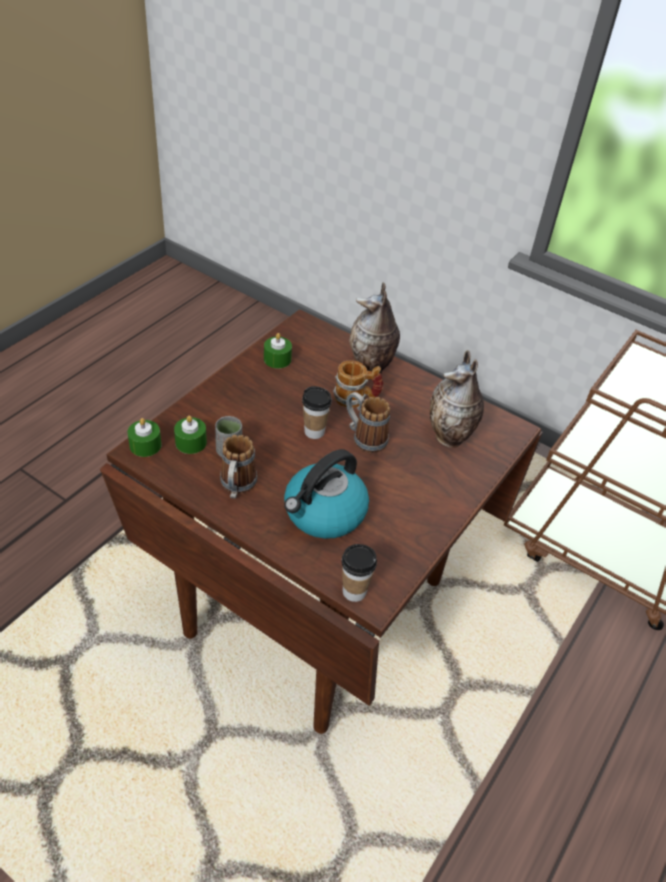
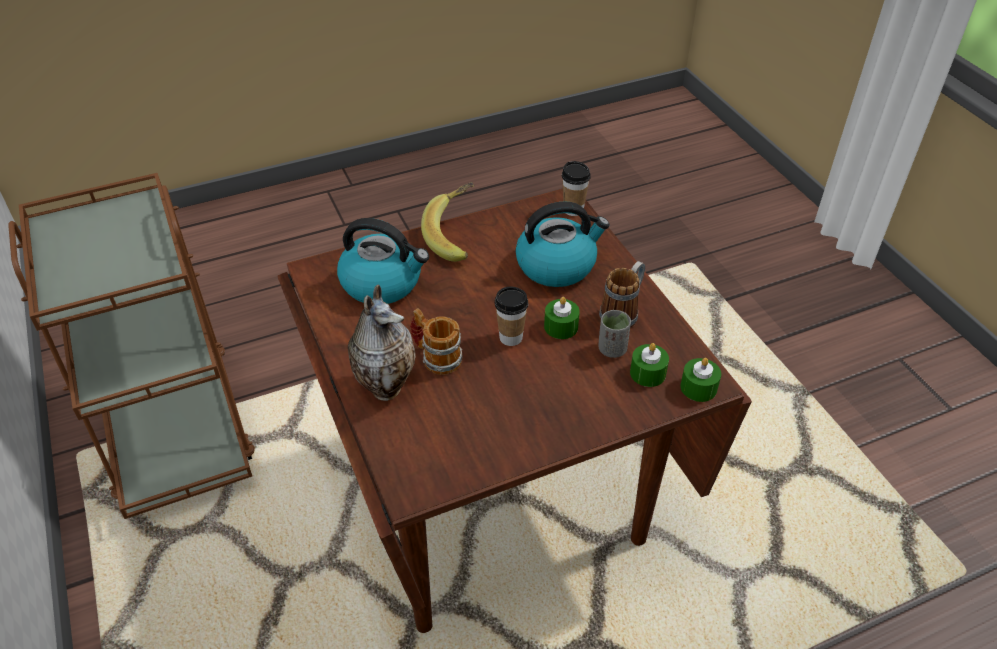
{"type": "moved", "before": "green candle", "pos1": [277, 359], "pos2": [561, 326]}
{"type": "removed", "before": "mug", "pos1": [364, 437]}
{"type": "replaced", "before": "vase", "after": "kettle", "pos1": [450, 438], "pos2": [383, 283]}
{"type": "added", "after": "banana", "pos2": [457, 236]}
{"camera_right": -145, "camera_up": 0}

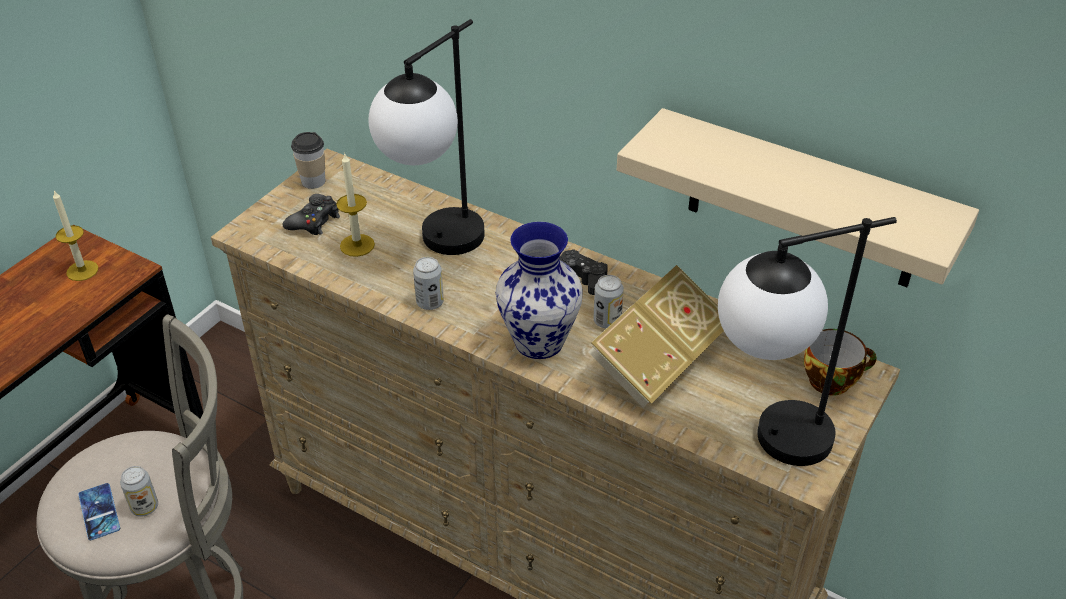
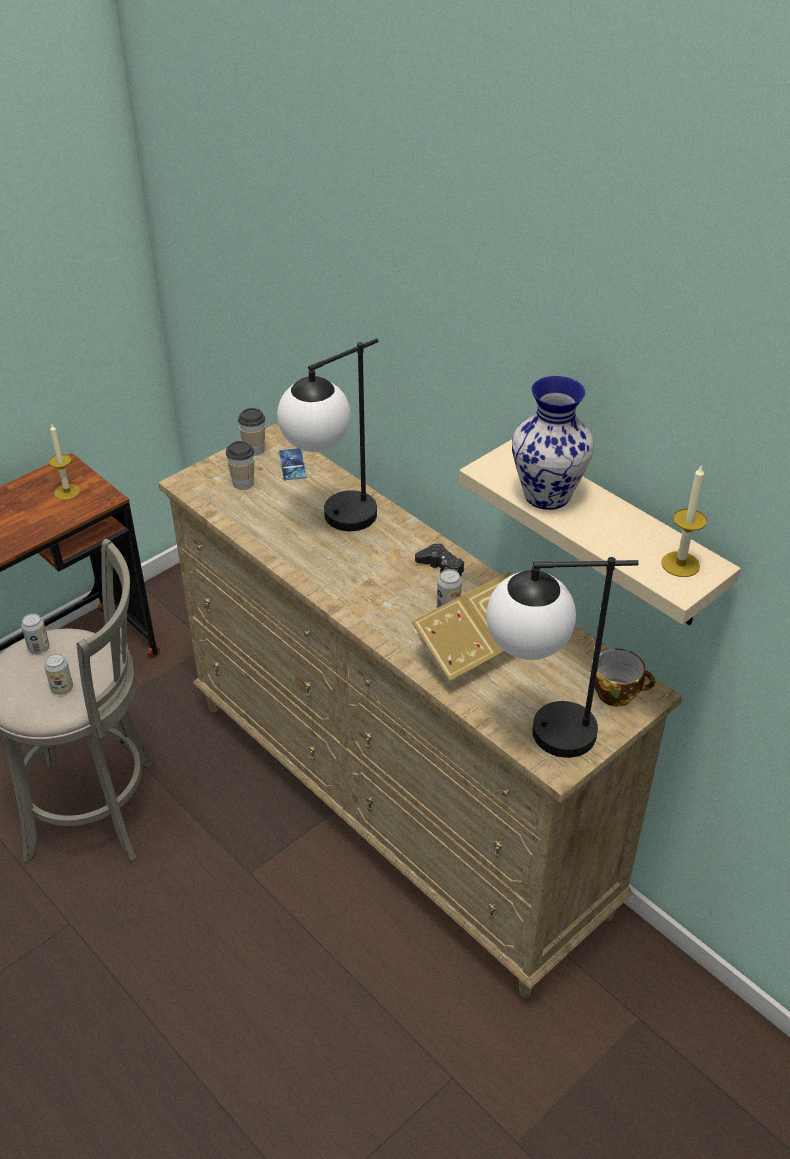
{"type": "moved", "before": "phone", "pos1": [99, 512], "pos2": [292, 464]}
{"type": "replaced", "before": "black game controller", "after": "cup", "pos1": [314, 221], "pos2": [243, 483]}
{"type": "moved", "before": "candle", "pos1": [357, 245], "pos2": [680, 564]}
{"type": "moved", "before": "can", "pos1": [430, 303], "pos2": [39, 648]}
{"type": "moved", "before": "vase", "pos1": [540, 343], "pos2": [548, 496]}
{"camera_right": 15, "camera_up": 0}

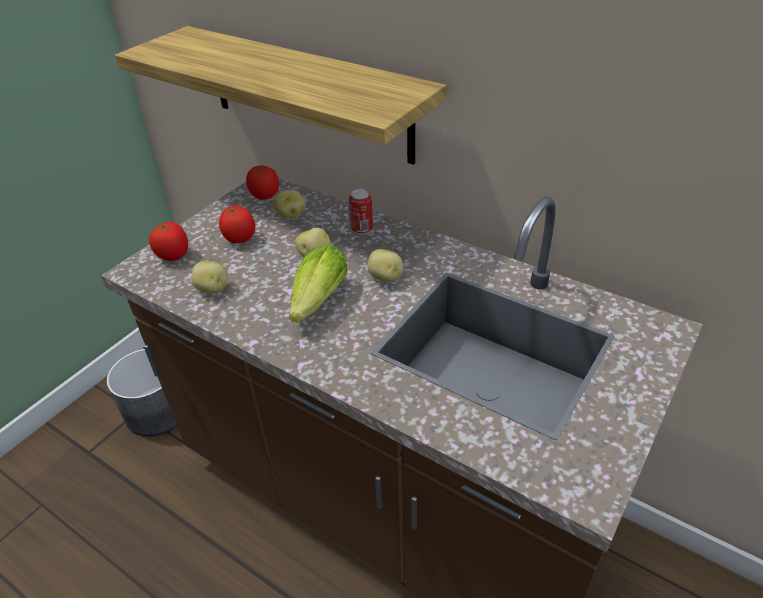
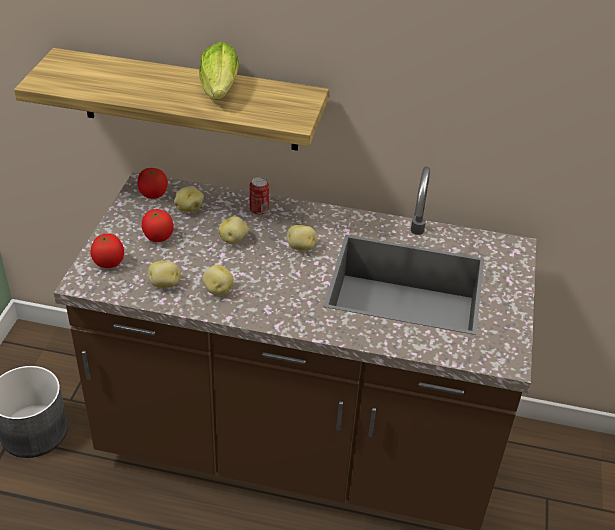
{"type": "moved", "before": "lettuce", "pos1": [316, 304], "pos2": [219, 92]}
{"type": "added", "after": "potato", "pos2": [217, 290]}
{"camera_right": -25, "camera_up": 0}

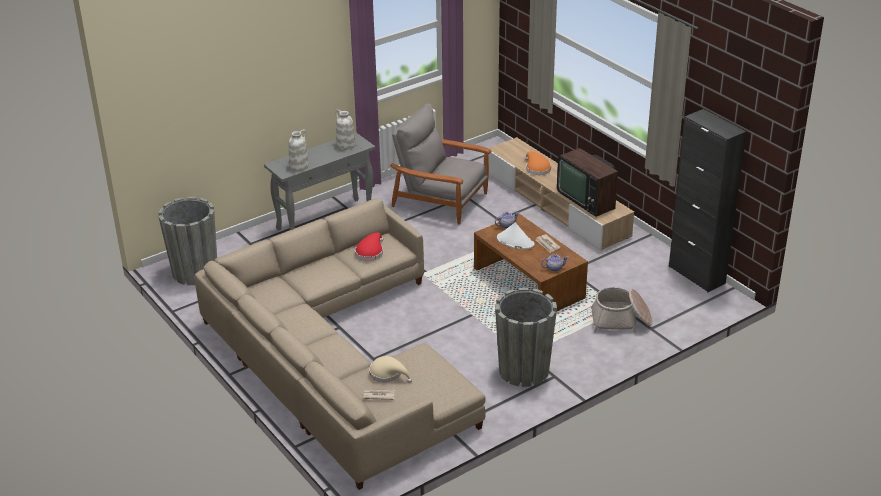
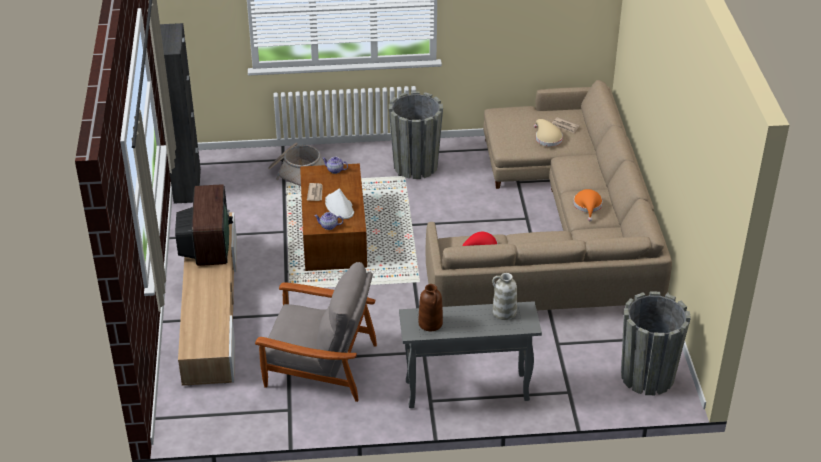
{"type": "recoloured", "before": "white vase", "after": "brown vase", "pos1": [345, 145], "pos2": [431, 323]}
{"type": "turned", "before": "grey armchair", "pos1": [441, 200], "pos2": [319, 365], "turn": -45}
{"type": "moved", "before": "orange hat", "pos1": [537, 168], "pos2": [588, 206]}
{"camera_right": -150, "camera_up": 5}

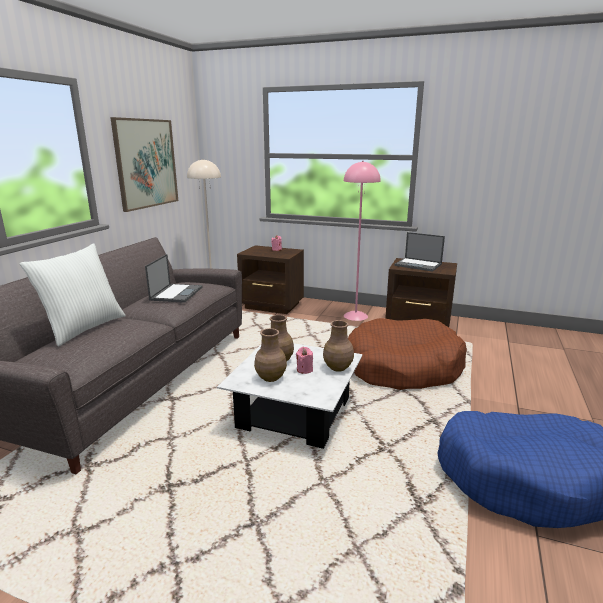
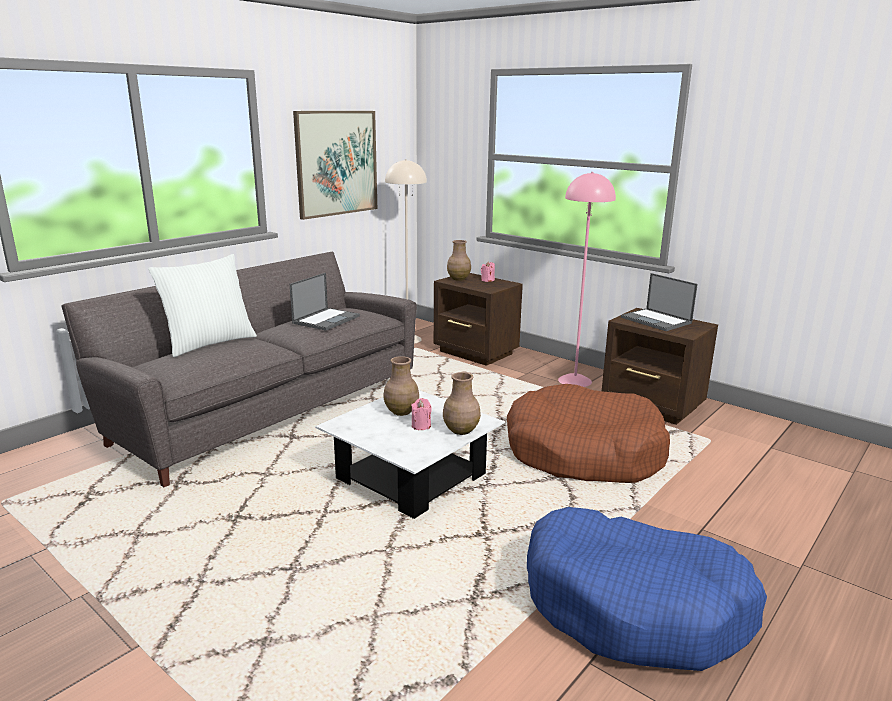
{"type": "moved", "before": "brown vase", "pos1": [270, 377], "pos2": [458, 279]}
{"camera_right": 20, "camera_up": 0}

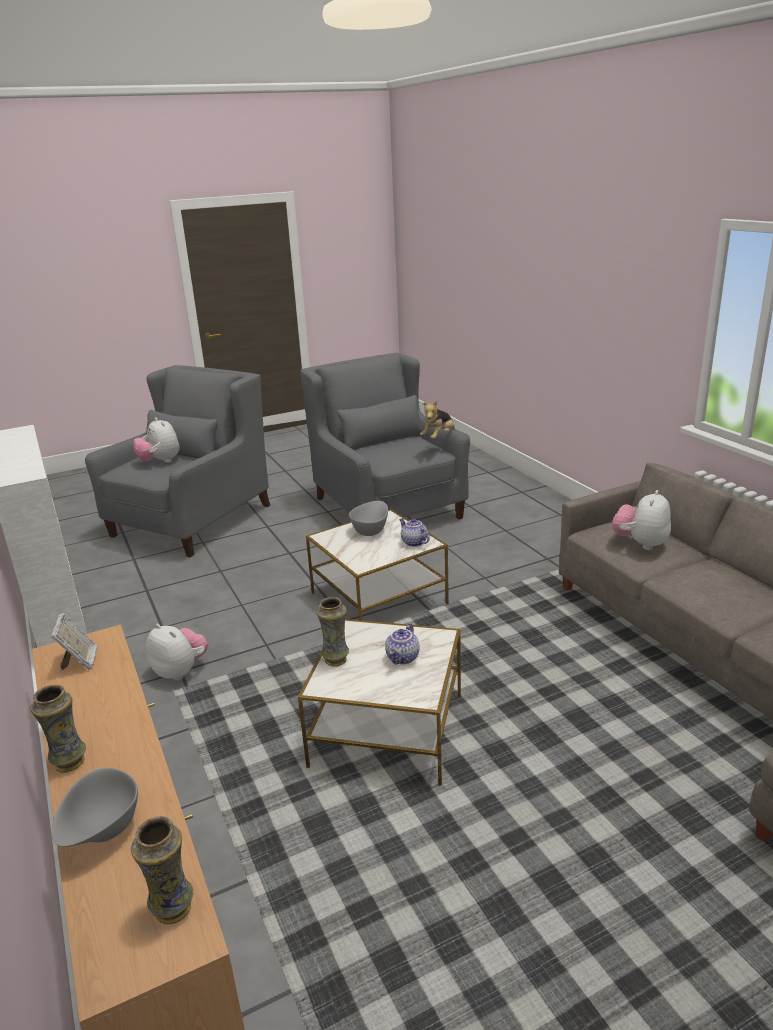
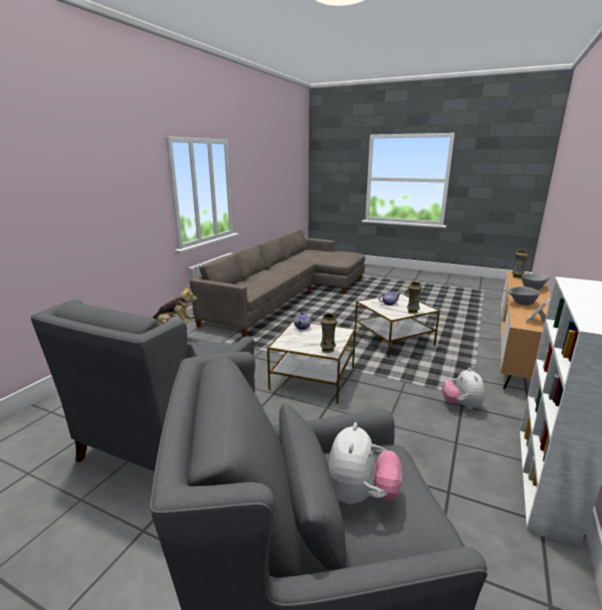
{"type": "moved", "before": "vase", "pos1": [69, 762], "pos2": [328, 350]}
{"type": "moved", "before": "grey bowl", "pos1": [371, 530], "pos2": [520, 303]}
{"type": "removed", "before": "plush toy", "pos1": [640, 544]}
{"camera_right": -130, "camera_up": -5}

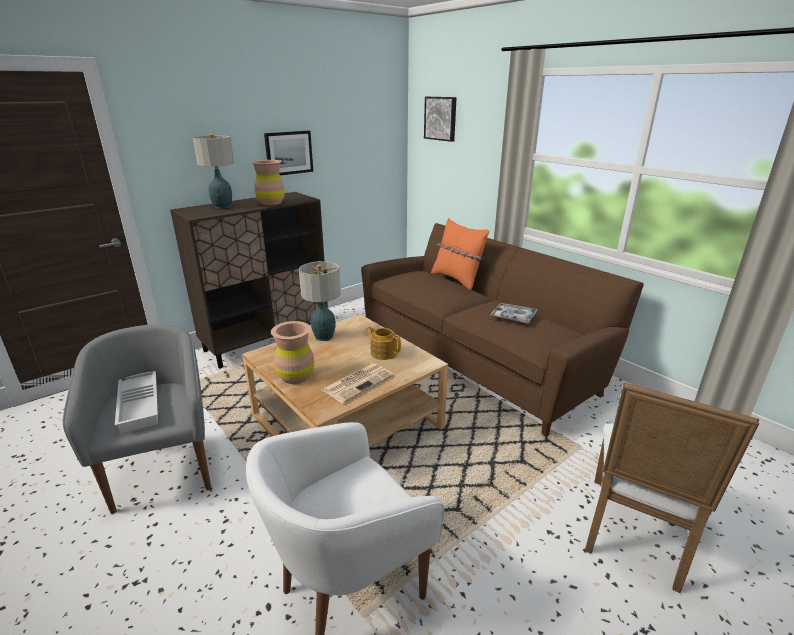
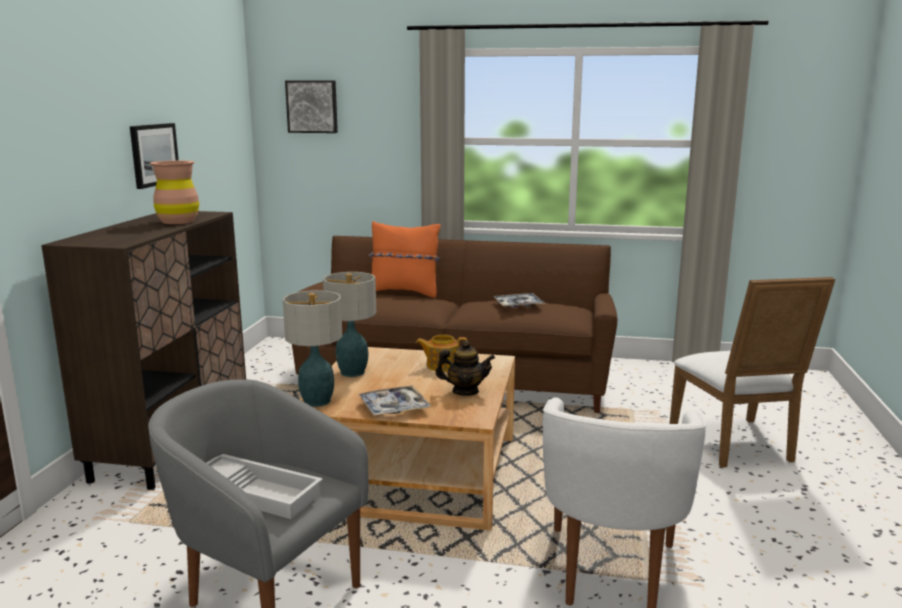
{"type": "moved", "before": "table lamp", "pos1": [222, 207], "pos2": [317, 401]}
{"type": "replaced", "before": "brown vase", "after": "tray", "pos1": [296, 376], "pos2": [393, 408]}
{"type": "replaced", "before": "newspaper", "after": "teapot", "pos1": [358, 382], "pos2": [465, 391]}
{"camera_right": -40, "camera_up": -10}

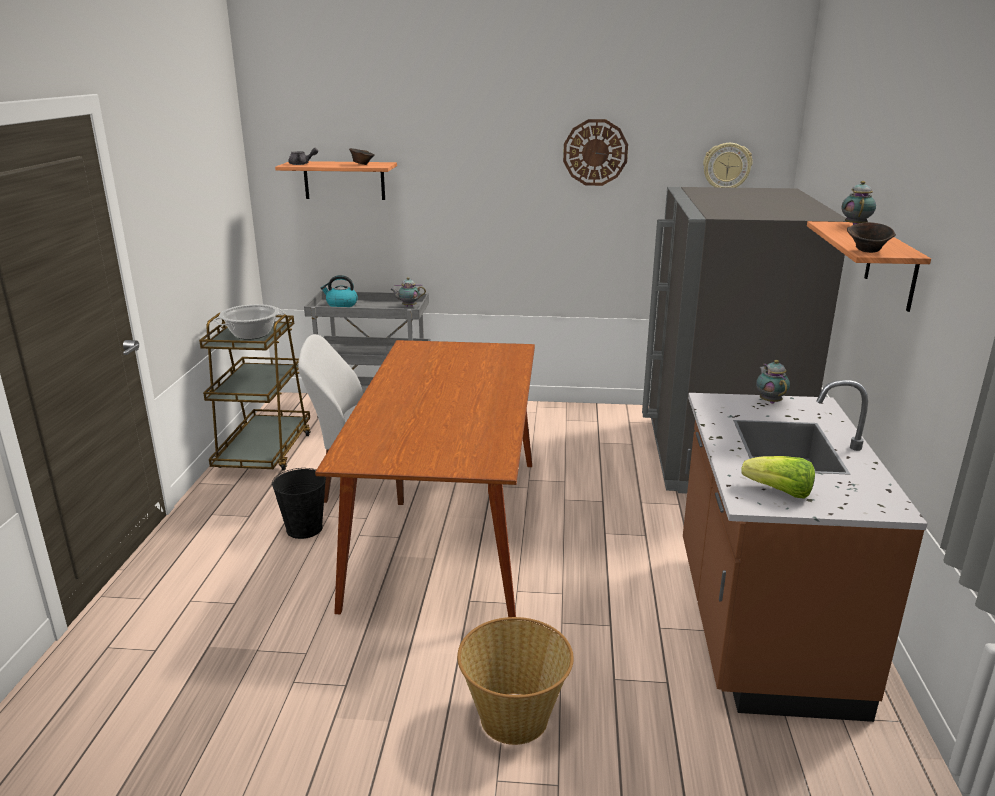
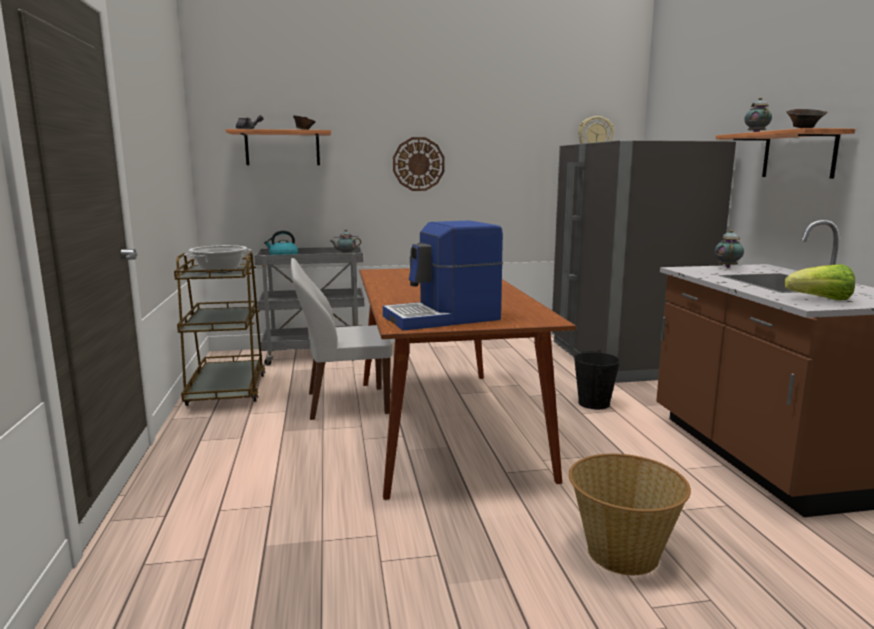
{"type": "moved", "before": "black bucket", "pos1": [304, 529], "pos2": [594, 403]}
{"type": "moved", "before": "wall clock", "pos1": [595, 152], "pos2": [418, 164]}
{"type": "turned", "before": "teapot", "pos1": [769, 401], "pos2": [727, 267], "turn": 45}
{"type": "added", "after": "coffee machine", "pos2": [443, 318]}
{"camera_right": -15, "camera_up": -10}

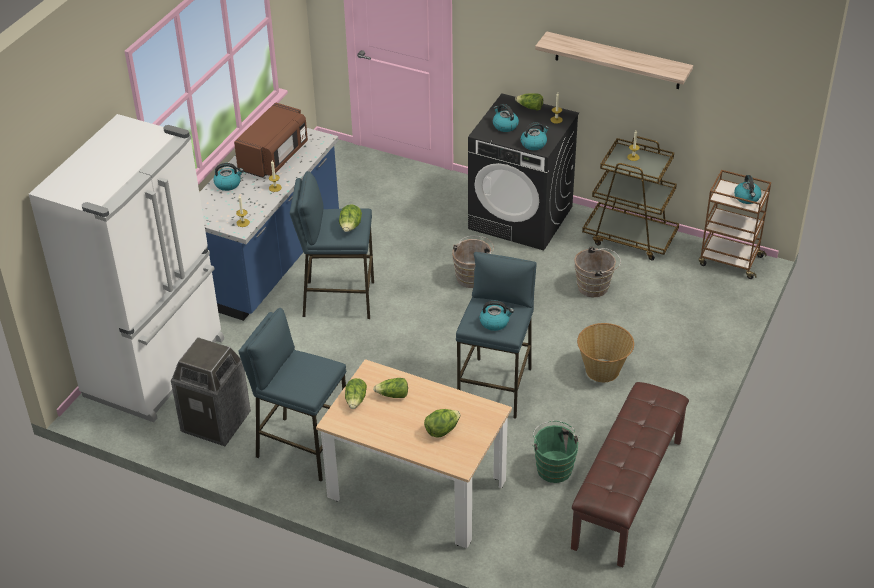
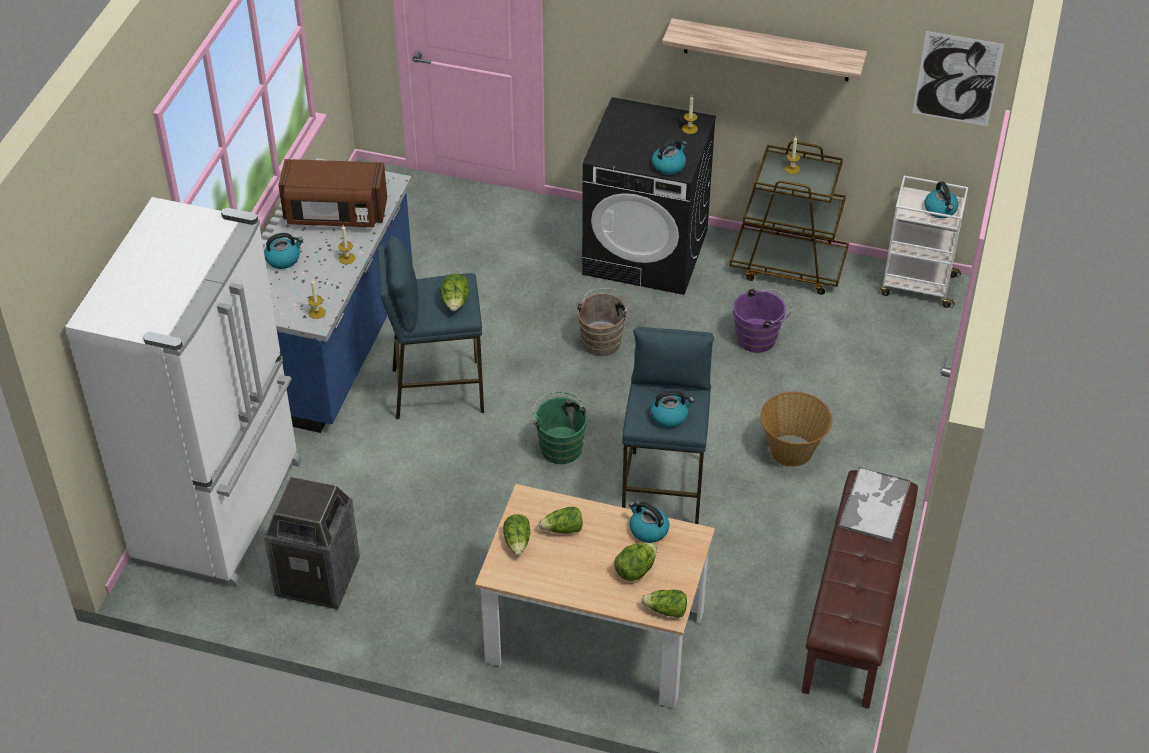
{"type": "turned", "before": "brown microwave", "pos1": [274, 157], "pos2": [335, 214], "turn": 75}
{"type": "removed", "before": "blue stool", "pos1": [302, 447]}
{"type": "moved", "before": "kettle", "pos1": [505, 126], "pos2": [648, 530]}
{"type": "moved", "before": "lettuce", "pos1": [530, 107], "pos2": [666, 610]}
{"type": "moved", "before": "green bucket", "pos1": [554, 467], "pos2": [560, 446]}
{"type": "recoloured", "before": "brown bucket", "after": "purple bucket", "pos1": [595, 287], "pos2": [759, 338]}
{"type": "recoloured", "before": "brown cart", "after": "white cart", "pos1": [729, 260], "pos2": [917, 285]}
{"type": "added", "after": "tray", "pos2": [875, 504]}
{"type": "added", "after": "picture", "pos2": [957, 79]}
{"camera_right": -10, "camera_up": 5}

